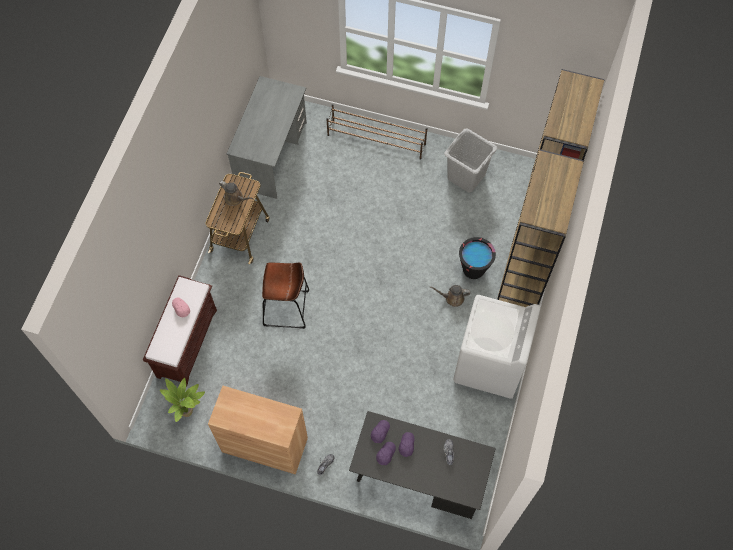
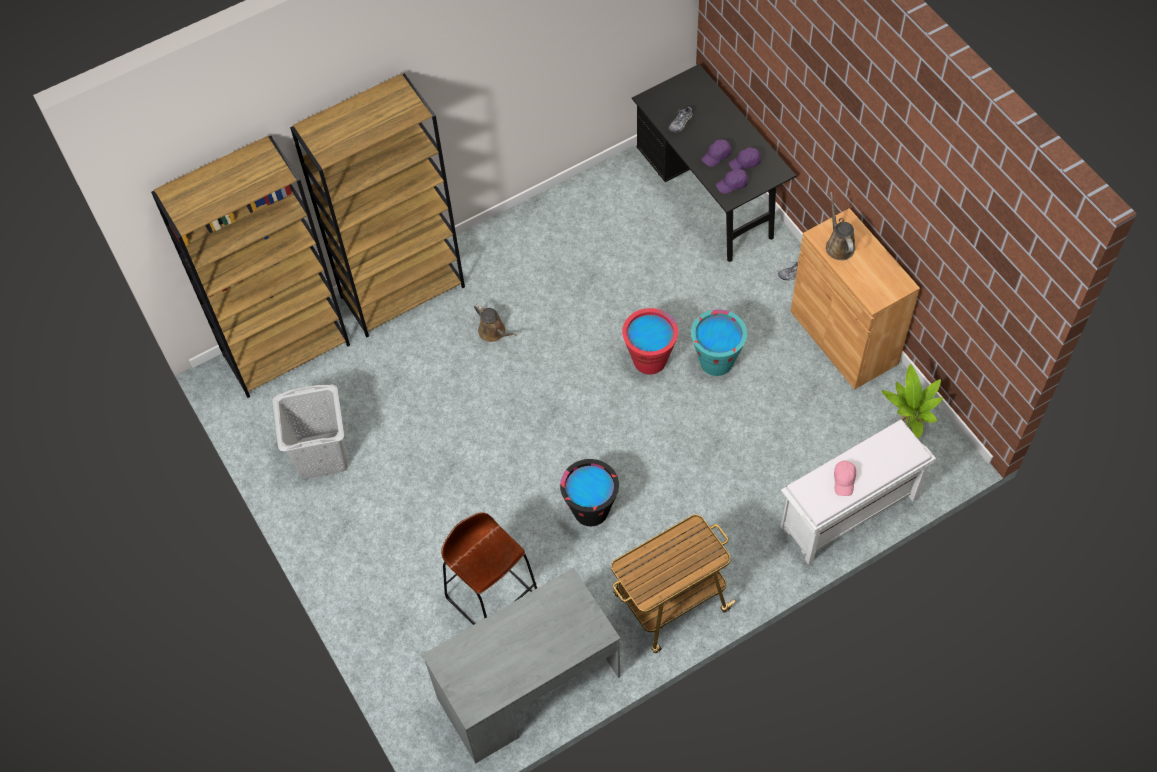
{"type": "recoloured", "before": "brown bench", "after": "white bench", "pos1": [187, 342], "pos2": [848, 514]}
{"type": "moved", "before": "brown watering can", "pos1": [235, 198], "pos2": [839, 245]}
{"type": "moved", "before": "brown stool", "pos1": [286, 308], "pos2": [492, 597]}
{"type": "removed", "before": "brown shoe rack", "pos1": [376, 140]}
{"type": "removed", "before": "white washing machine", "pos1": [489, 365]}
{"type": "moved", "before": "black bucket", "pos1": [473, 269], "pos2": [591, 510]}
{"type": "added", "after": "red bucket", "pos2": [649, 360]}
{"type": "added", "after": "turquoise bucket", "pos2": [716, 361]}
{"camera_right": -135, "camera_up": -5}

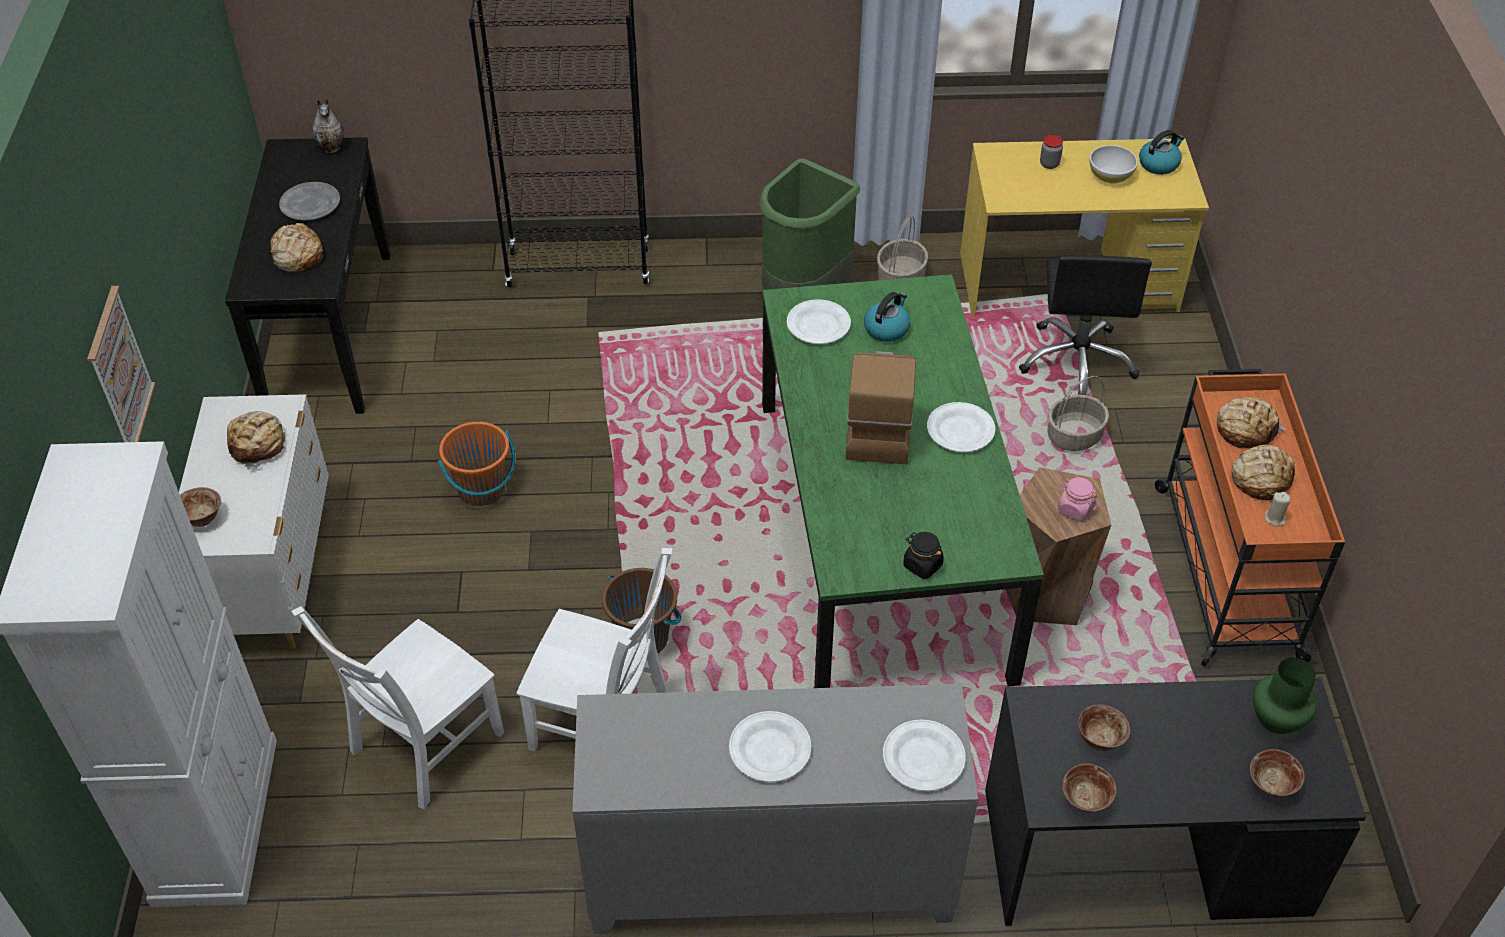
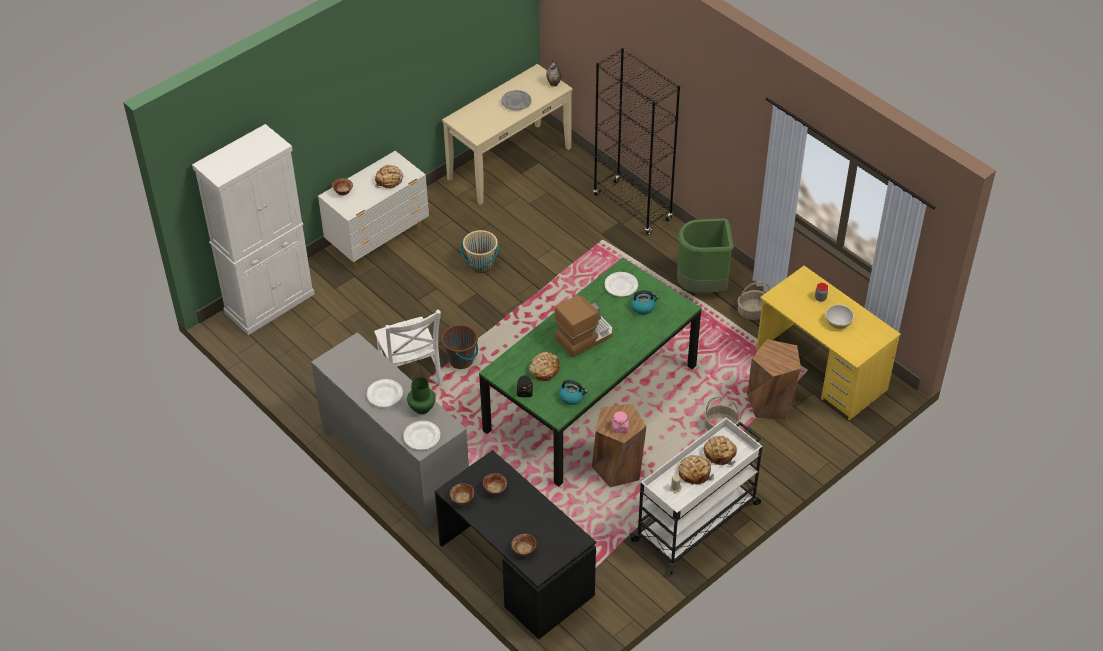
{"type": "removed", "before": "picture", "pos1": [119, 372]}
{"type": "recoloured", "before": "black console table", "after": "beige console table", "pos1": [328, 331], "pos2": [509, 163]}
{"type": "moved", "before": "bread", "pos1": [297, 255], "pos2": [544, 369]}
{"type": "removed", "before": "white chair", "pos1": [422, 746]}
{"type": "recoloured", "before": "orange bucket", "after": "beige bucket", "pos1": [482, 489], "pos2": [481, 265]}
{"type": "removed", "before": "white plate", "pos1": [960, 431]}
{"type": "replaced", "before": "black office chair", "after": "brown stool", "pos1": [1078, 362], "pos2": [770, 403]}
{"type": "moved", "before": "kettle", "pos1": [1159, 164], "pos2": [572, 397]}
{"type": "recoloured", "before": "orange cart", "after": "white cart", "pos1": [1226, 569], "pos2": [697, 521]}
{"type": "moved", "before": "green vase", "pos1": [1277, 718], "pos2": [422, 408]}
{"camera_right": 50, "camera_up": 0}

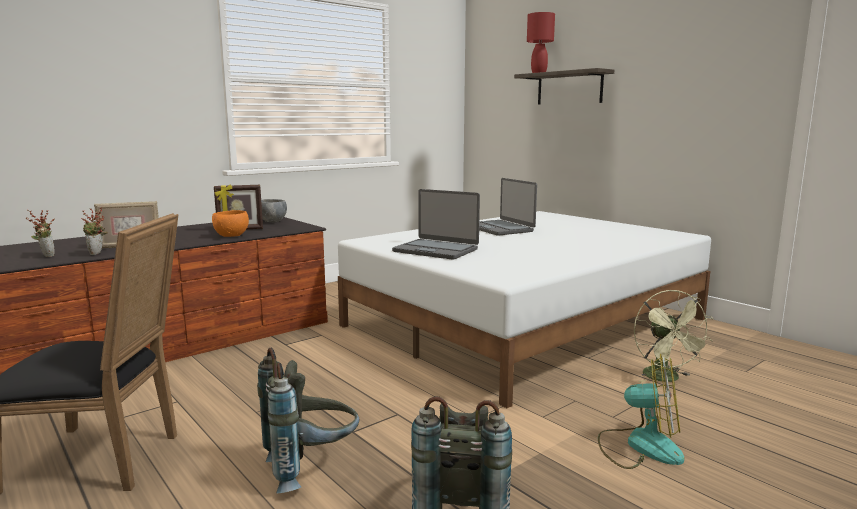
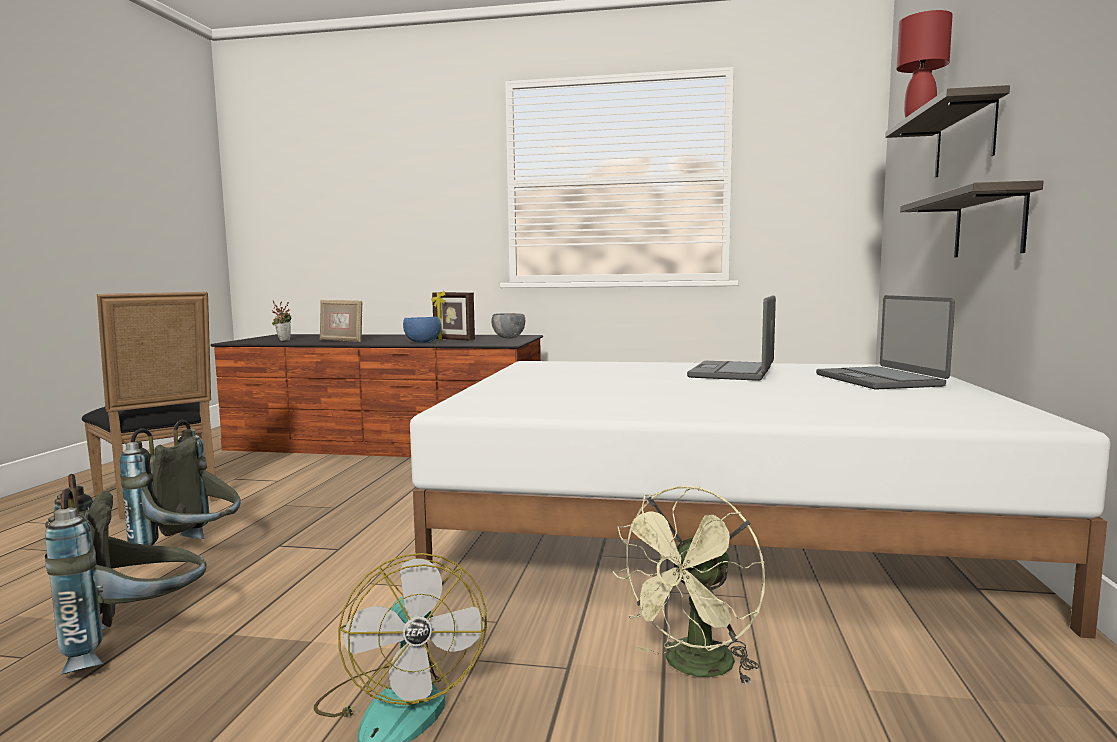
{"type": "removed", "before": "potted plant", "pos1": [97, 253]}
{"type": "recoloured", "before": "orange bowl", "after": "blue bowl", "pos1": [232, 236], "pos2": [423, 342]}
{"type": "moved", "before": "laptop", "pos1": [436, 250], "pos2": [880, 380]}
{"type": "added", "after": "shelf", "pos2": [989, 224]}
{"camera_right": 50, "camera_up": -5}

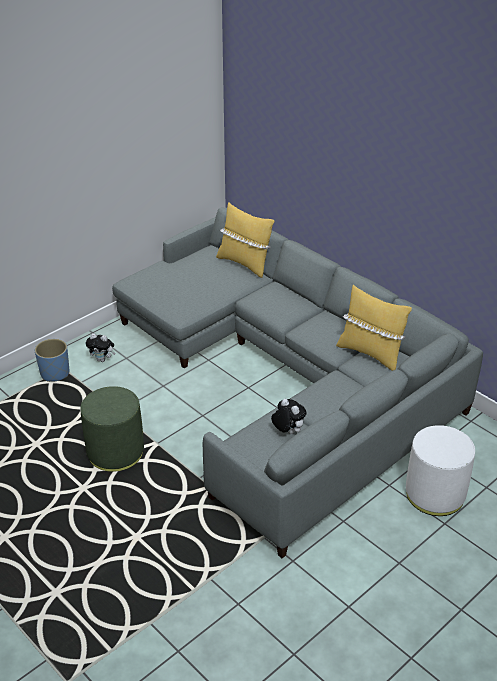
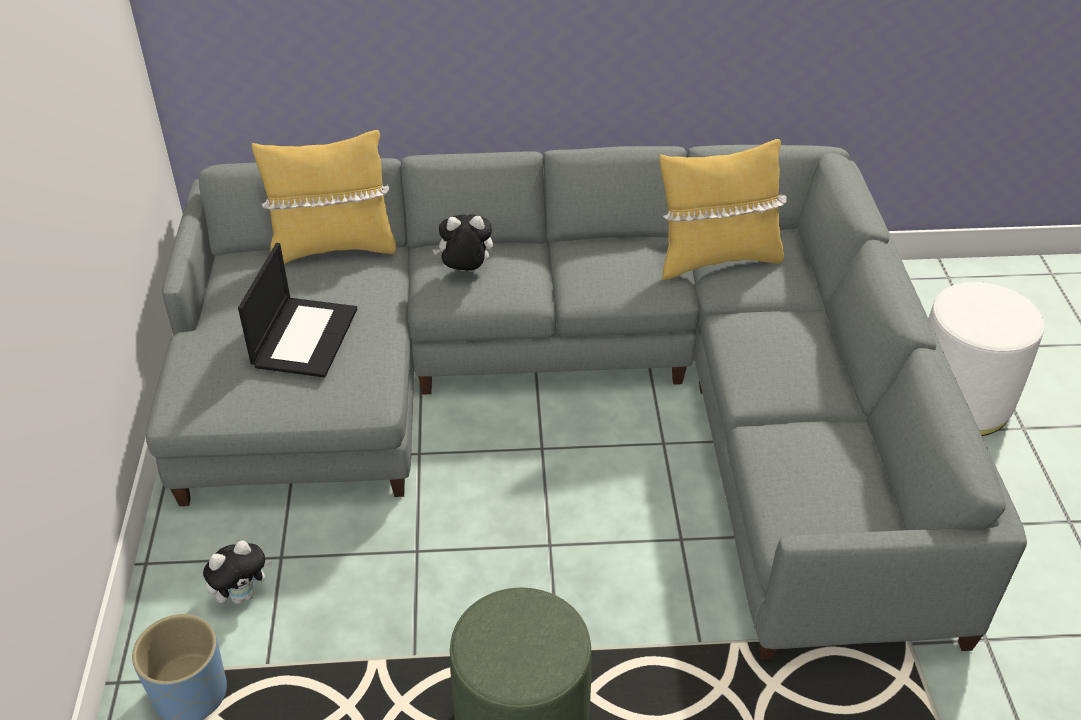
{"type": "moved", "before": "plush toy", "pos1": [287, 431], "pos2": [465, 271]}
{"type": "added", "after": "laptop", "pos2": [304, 336]}
{"camera_right": -50, "camera_up": 5}

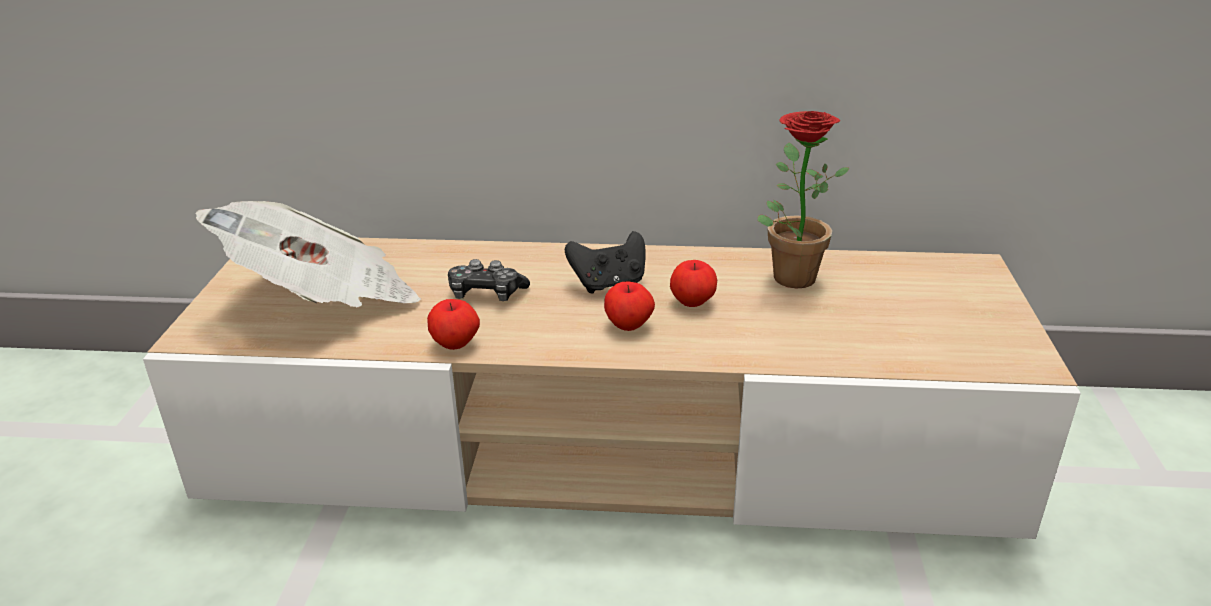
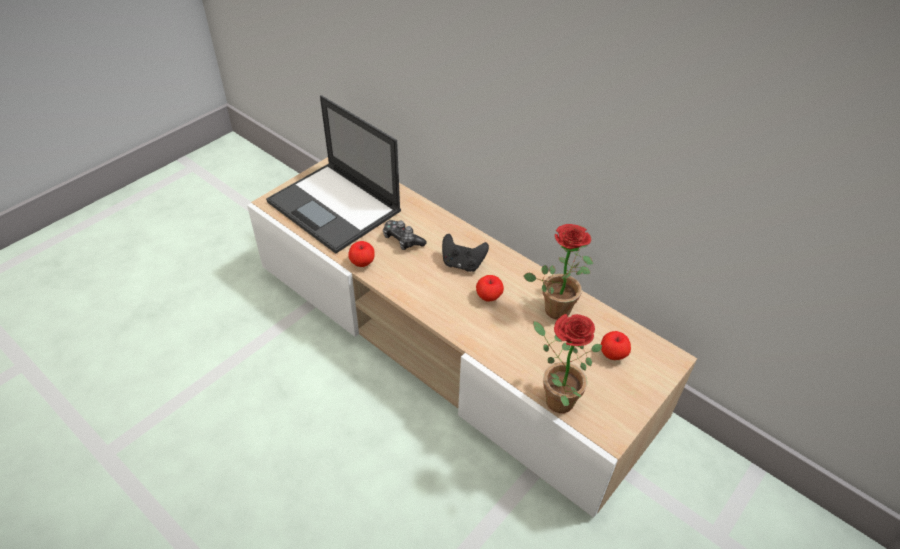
{"type": "replaced", "before": "newspaper", "after": "laptop", "pos1": [324, 300], "pos2": [335, 207]}
{"type": "moved", "before": "apple", "pos1": [628, 325], "pos2": [613, 354]}
{"type": "added", "after": "potted plant", "pos2": [553, 398]}
{"camera_right": 35, "camera_up": 15}

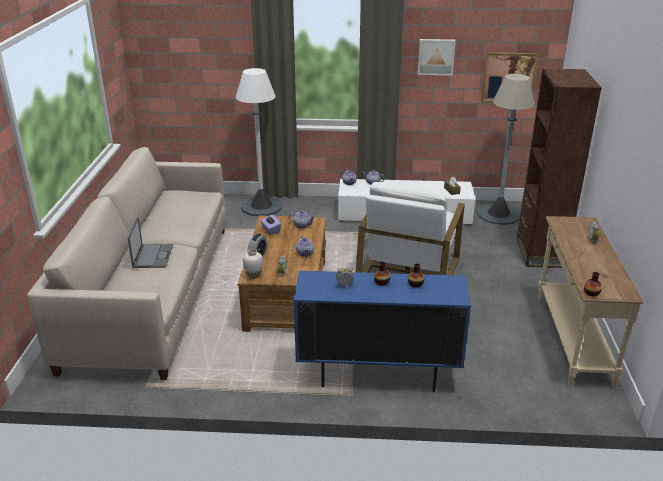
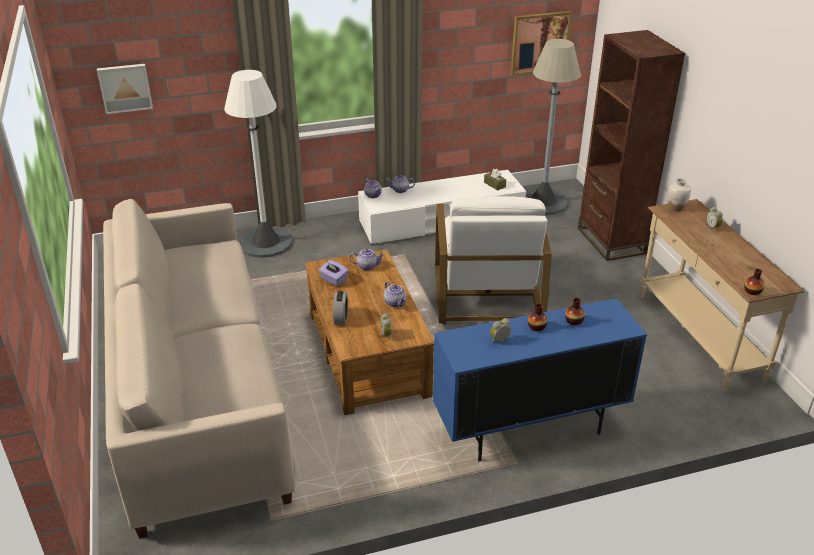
{"type": "removed", "before": "laptop", "pos1": [153, 256]}
{"type": "moved", "before": "white vase", "pos1": [253, 275], "pos2": [675, 208]}
{"type": "moved", "before": "picture", "pos1": [436, 56], "pos2": [125, 87]}
{"camera_right": -20, "camera_up": 5}

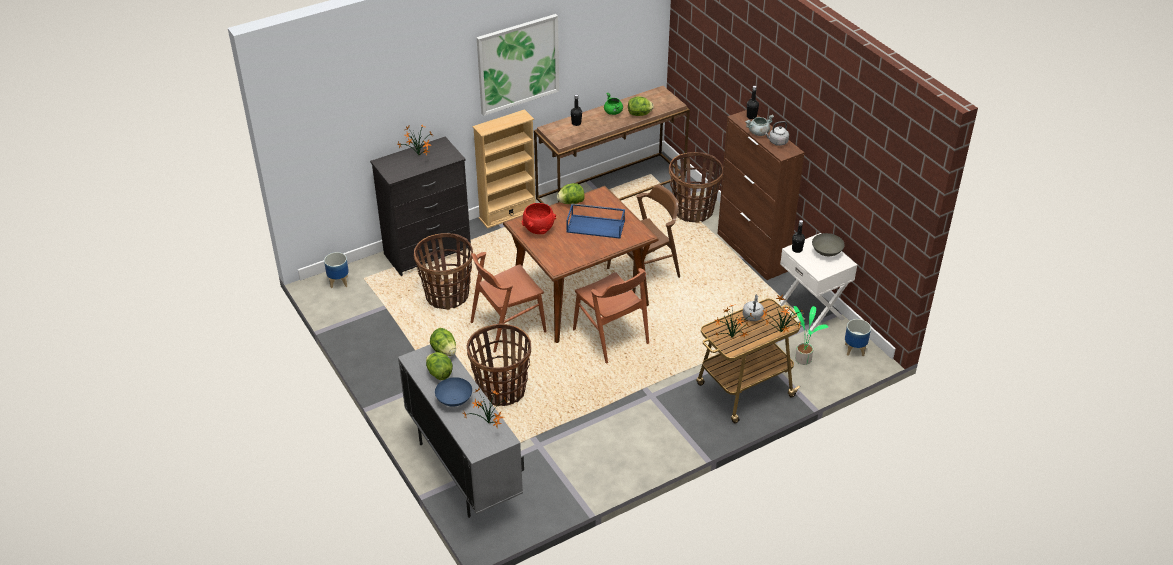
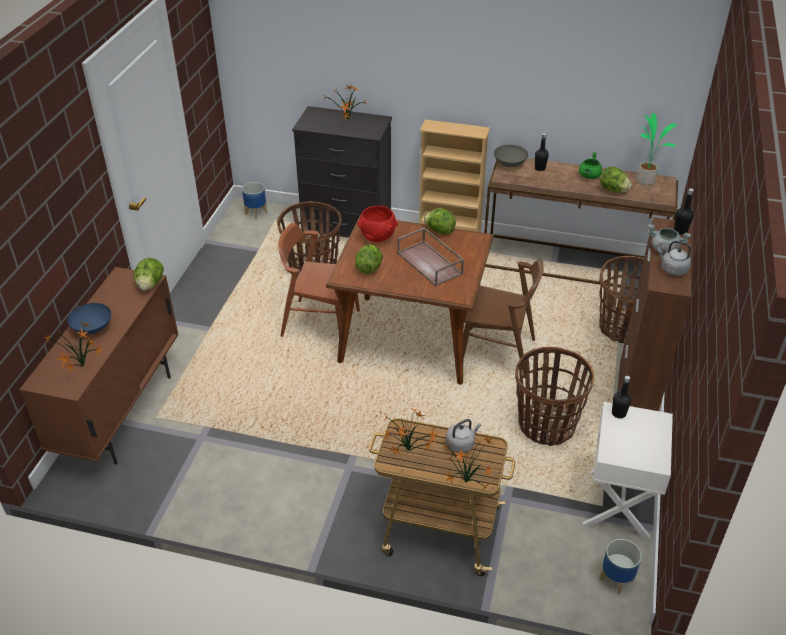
{"type": "recoloured", "before": "grey cabinet", "after": "brown cabinet", "pos1": [463, 471], "pos2": [122, 414]}
{"type": "moved", "before": "lettuce", "pos1": [439, 373], "pos2": [369, 268]}
{"type": "moved", "before": "basket", "pos1": [501, 390], "pos2": [546, 425]}
{"type": "removed", "before": "picture", "pos1": [518, 64]}
{"type": "recoloured", "before": "blue tray", "after": "brown tray", "pos1": [596, 226], "pos2": [430, 263]}
{"type": "removed", "before": "brown chair", "pos1": [611, 337]}
{"type": "moved", "before": "potted plant", "pos1": [802, 359], "pos2": [645, 180]}
{"type": "moved", "before": "grey bowl", "pos1": [826, 253], "pos2": [509, 164]}
{"camera_right": 45, "camera_up": 0}

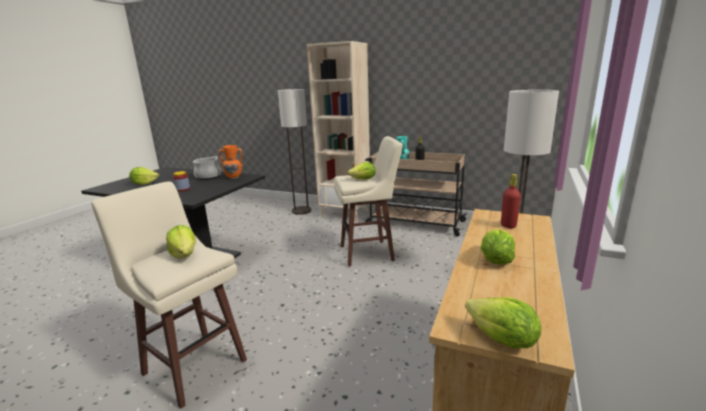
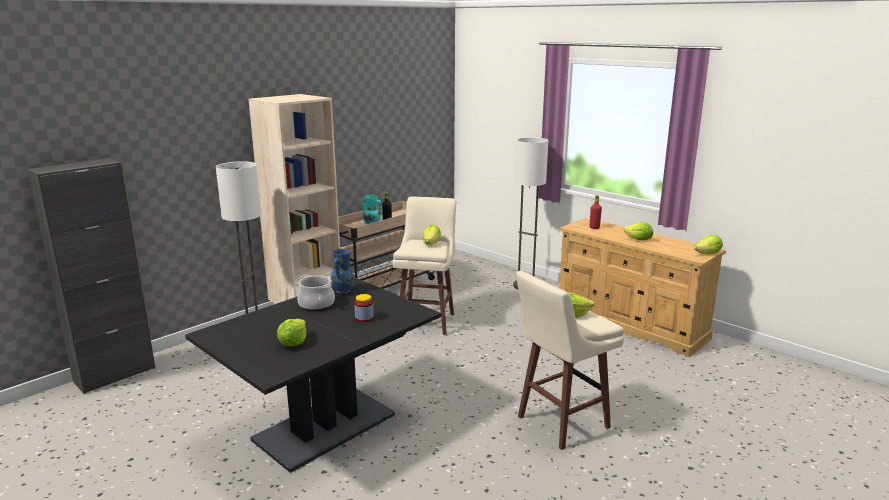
{"type": "recoloured", "before": "orange vase", "after": "blue vase", "pos1": [234, 177], "pos2": [343, 291]}
{"type": "added", "after": "black cabinet", "pos2": [115, 375]}
{"camera_right": -70, "camera_up": 0}

